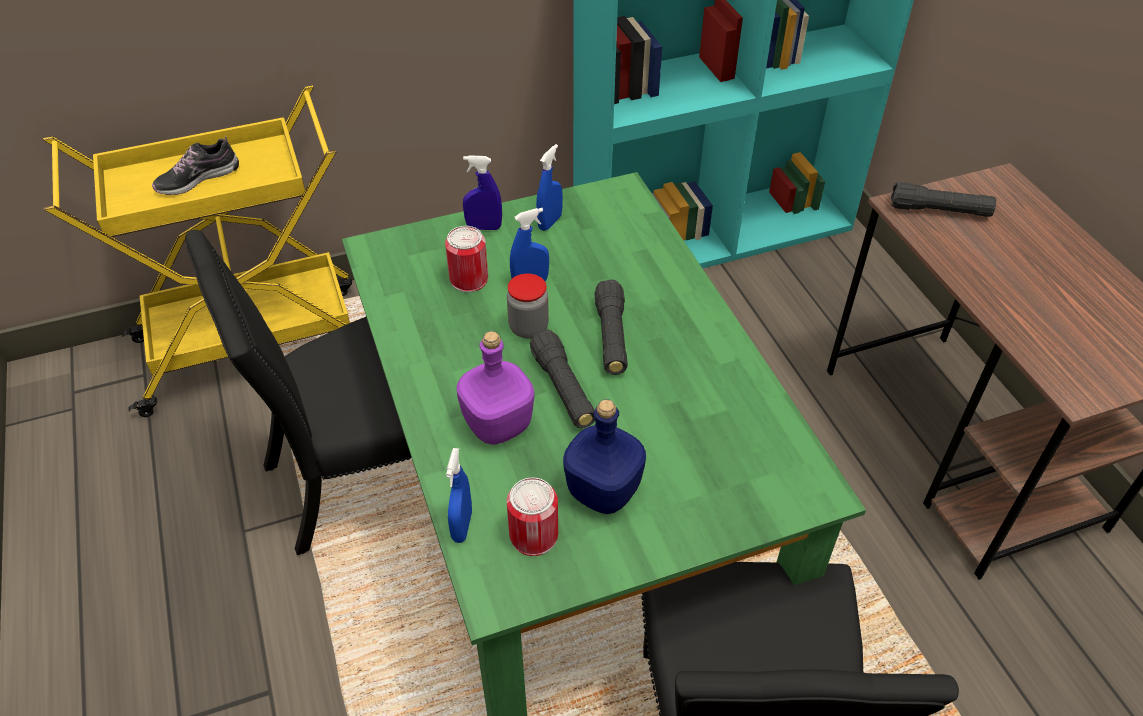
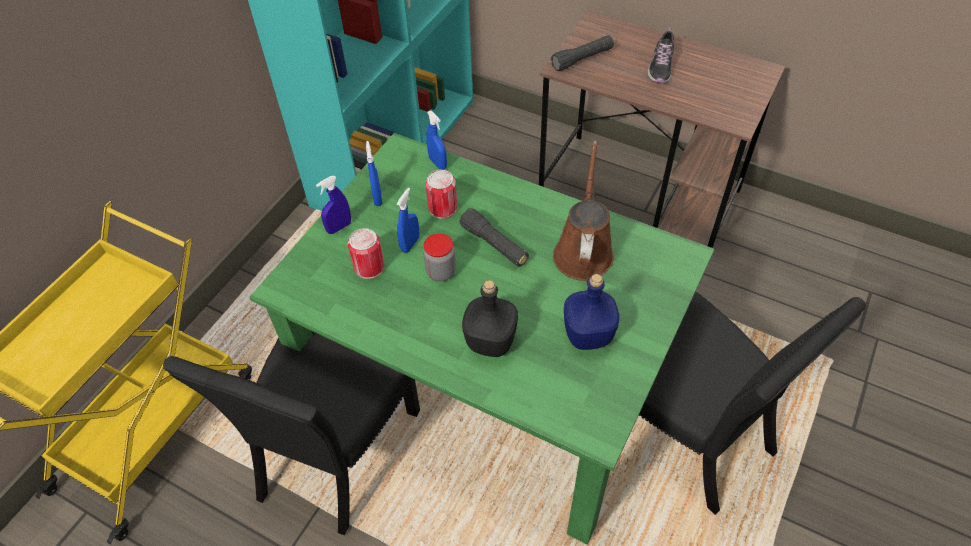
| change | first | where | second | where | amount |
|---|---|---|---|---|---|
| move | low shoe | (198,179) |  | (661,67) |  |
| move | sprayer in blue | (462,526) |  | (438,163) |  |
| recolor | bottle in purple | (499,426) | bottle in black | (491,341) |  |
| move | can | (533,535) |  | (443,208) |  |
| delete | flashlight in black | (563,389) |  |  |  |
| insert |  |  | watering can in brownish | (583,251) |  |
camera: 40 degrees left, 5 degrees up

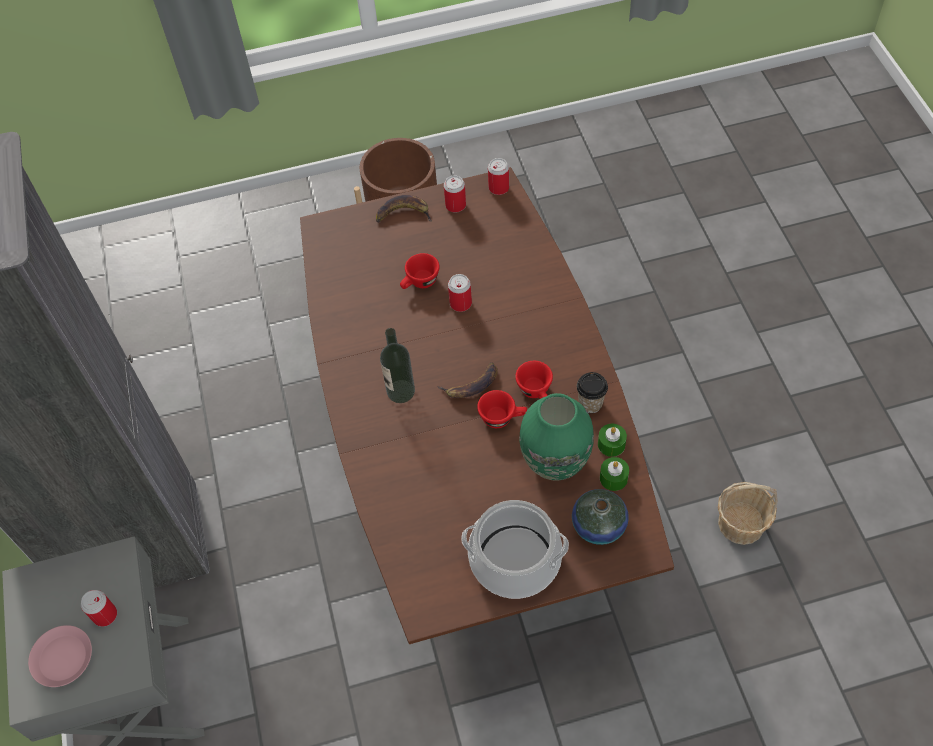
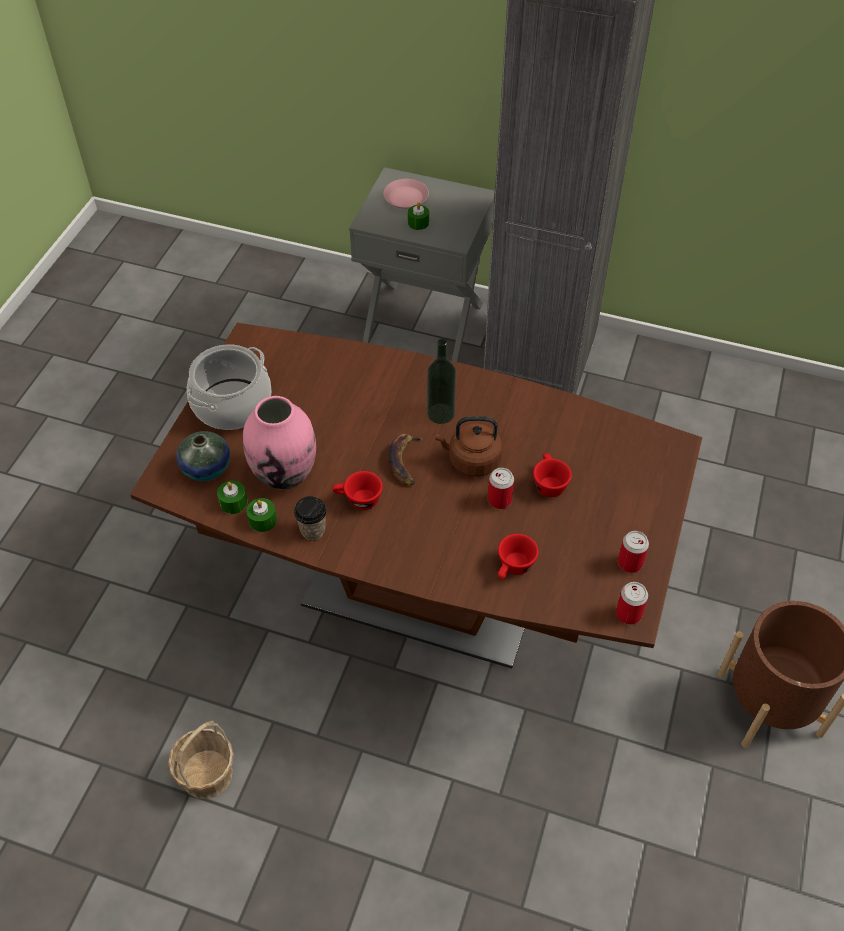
| change | first | where | second | where | amount |
|---|---|---|---|---|---|
| replace | can | (105,615) | wax candle in green-coloured | (418,223) |  |
| delete | banana | (403,213) |  |  |  |
| move | drinking cup in reddish | (502,417) |  | (513,568) |  |
| recolor | decorative vase in green-coloured | (554,461) | decorative vase in pinkish | (285,473) |  |
| insert |  |  | water kettle in brownish | (471,461) |  |
camera: 120 degrees right, 5 degrees down

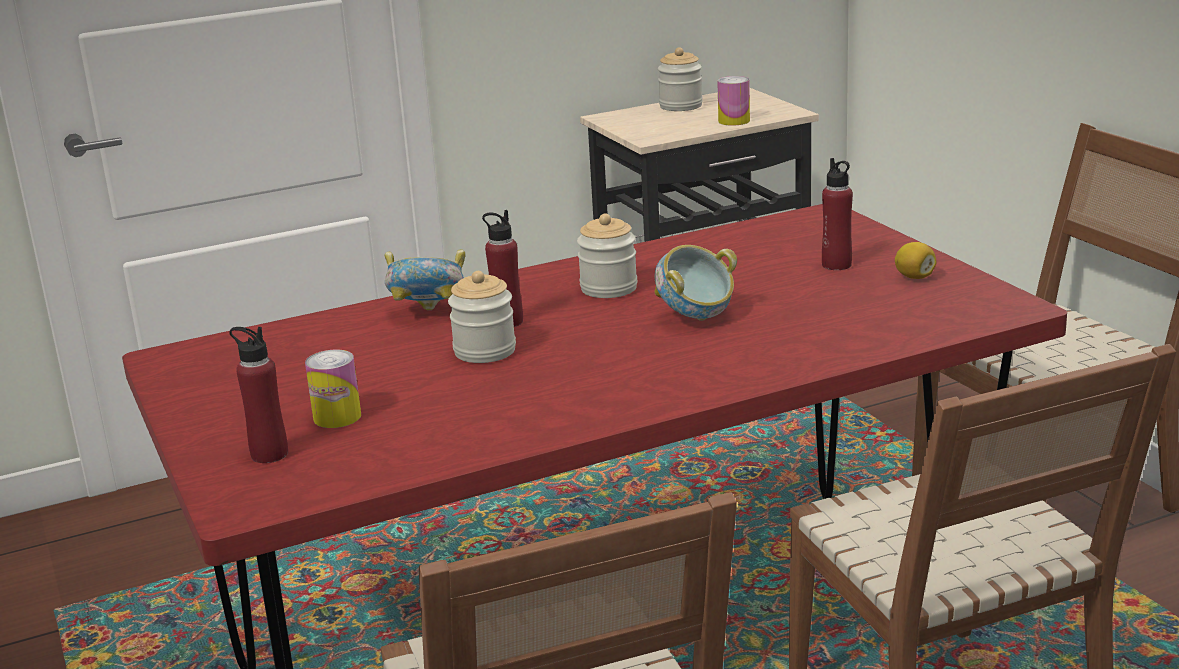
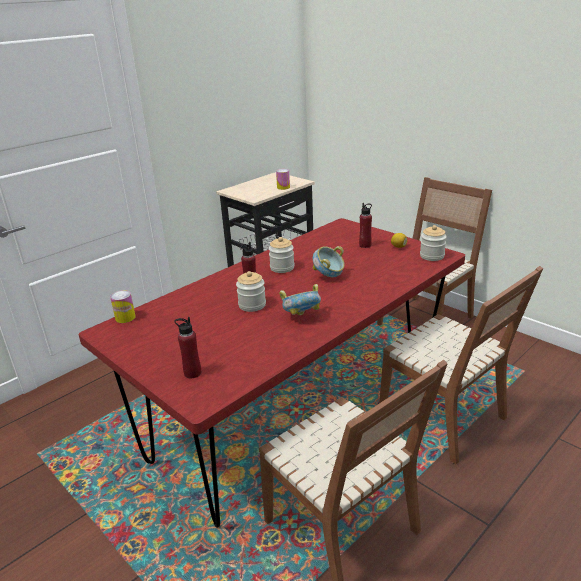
| change | first | where | second | where | amount |
|---|---|---|---|---|---|
| move | can | (337,417) |  | (125,318) |  |
| move | serving bowl | (429,313) |  | (302,316) |  |
| move | storage jar | (681,106) |  | (432,256) |  |
camera: 20 degrees left, 5 degrees up

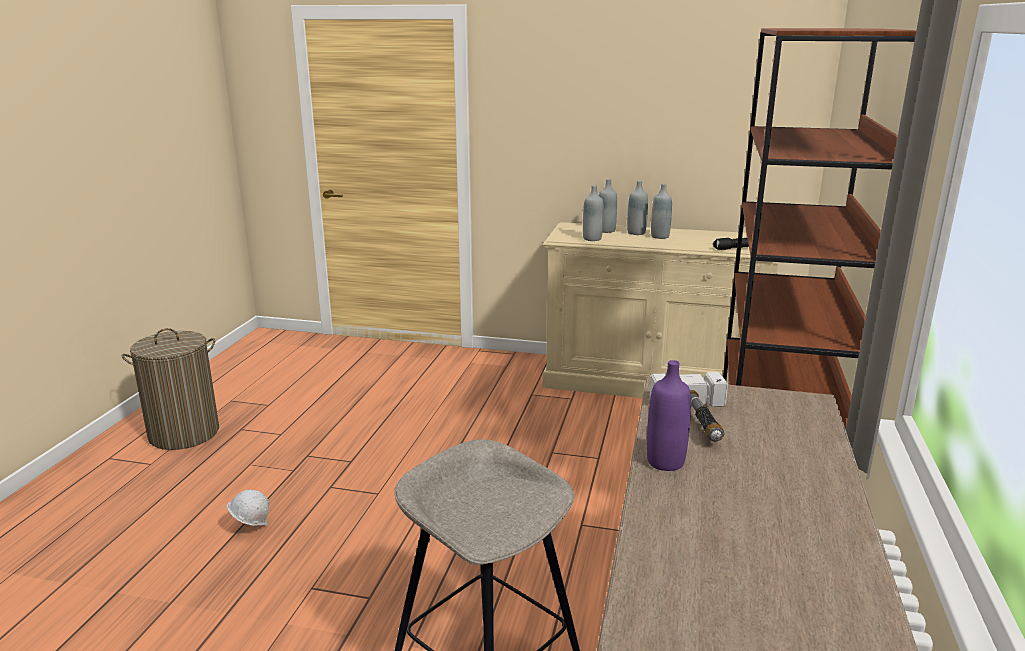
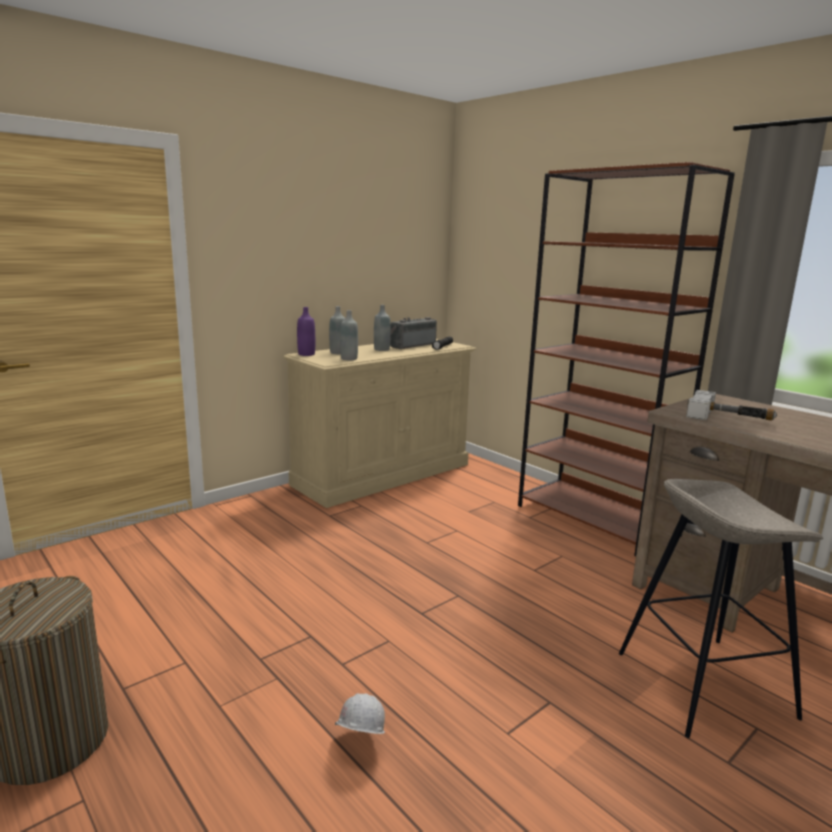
| change | first | where | second | where | amount |
|---|---|---|---|---|---|
| delete | bottle in grey | (636,233) |  |  |  |
| move | bottle in purple | (665,462) |  | (306,354) |  |
| insert |  |  | radio set | (411,345) |  |
camera: 55 degrees left, 5 degrees down

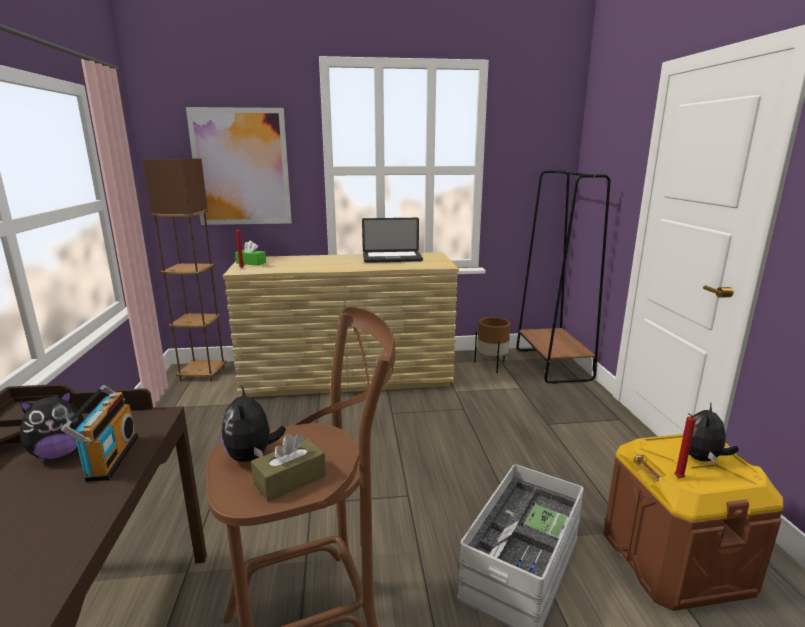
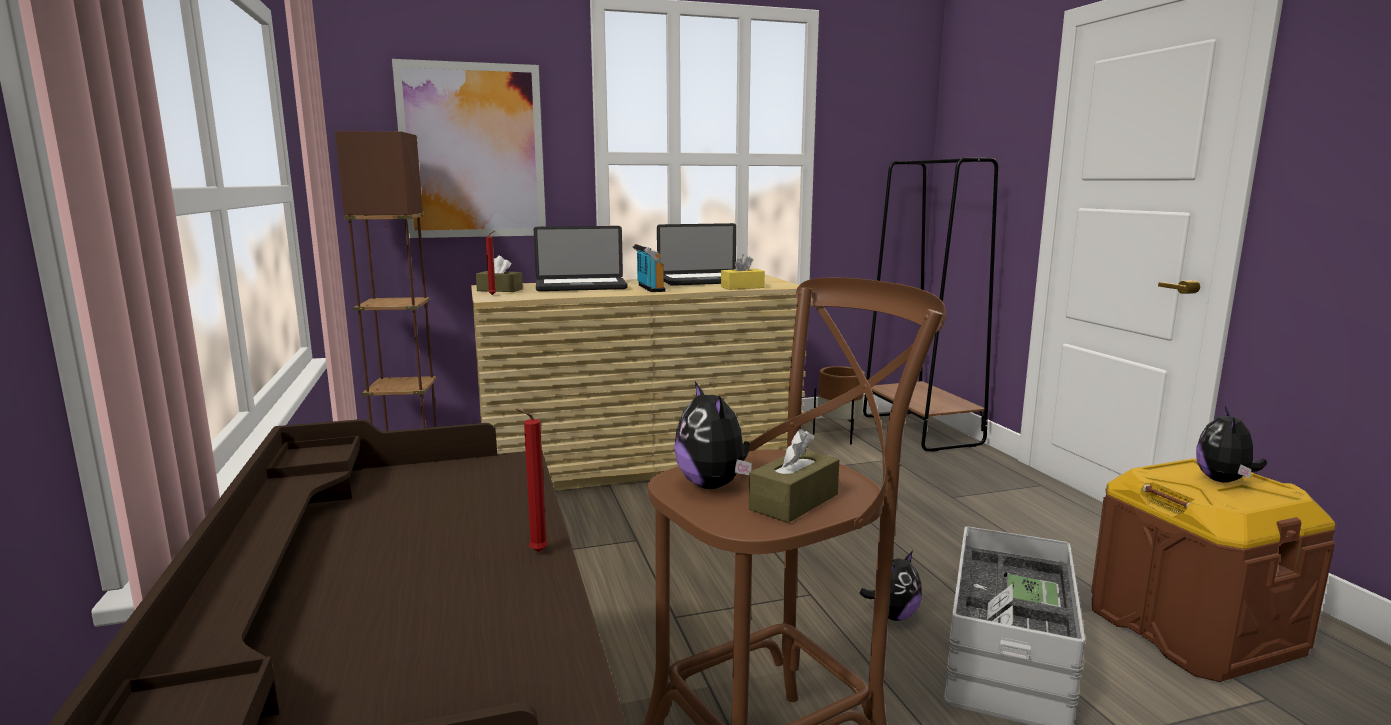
| change | first | where | second | where | amount |
|---|---|---|---|---|---|
| move | soft toy | (60,453) |  | (893,615) |  |
| move | radio set | (109,458) |  | (648,288) |  |
| recolor | tissue holder in green-coloured | (251,263) | tissue holder in brownish | (500,290) |  |
| move | wax candle in reddish | (677,478) |  | (535,553) |  |
| insert |  |  | portable computer | (581,286) |  |
| insert |  |  | tissue holder in yellow-coloured | (742,287) |  |
camera: 10 degrees left, 5 degrees down

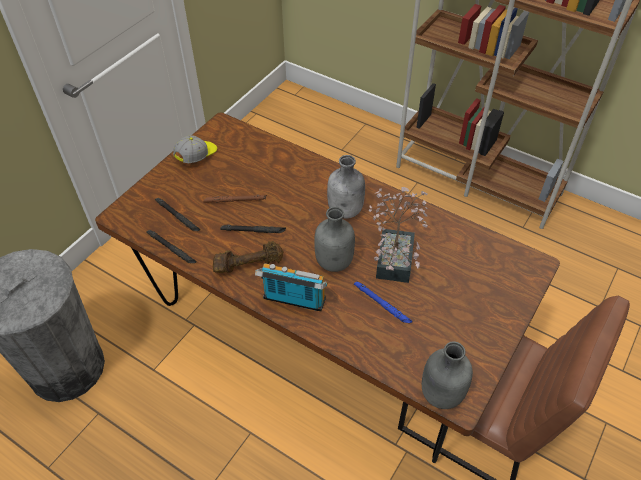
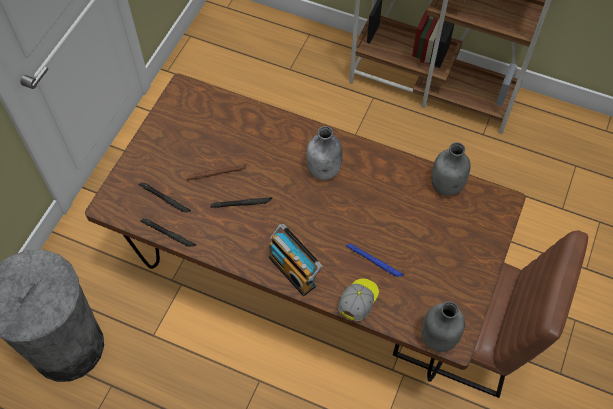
| change | first | where | second | where | amount |
|---|---|---|---|---|---|
| move | baseball cap | (197,156) |  | (358,301) |  |
| delete | dumbbell in brownish | (248,264) |  |  |  |
| rotate | radio set | (293,301) |  | (294,270) | 135 degrees counterclockwise |
| move | bottle in grey | (335,262) |  | (447,185) |  |
| delete | potted plant | (396,255) |  |  |  |
camera: 10 degrees left, 10 degrees up

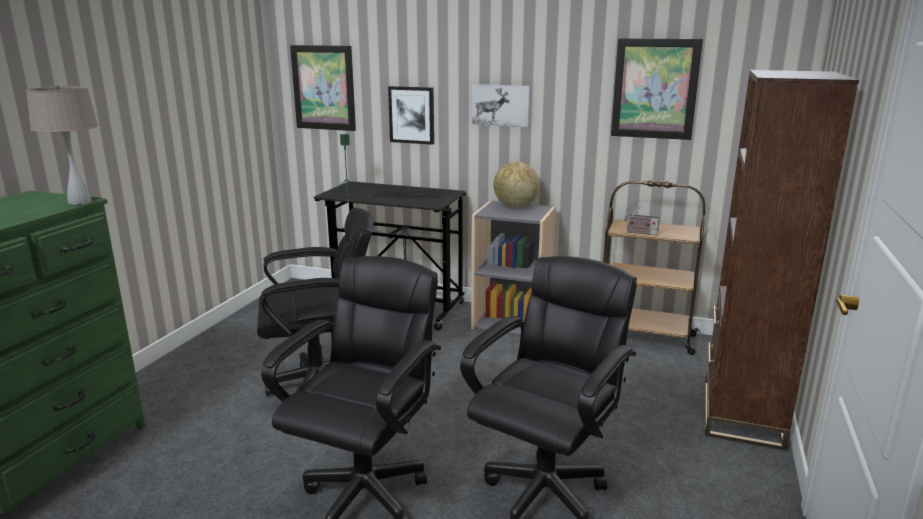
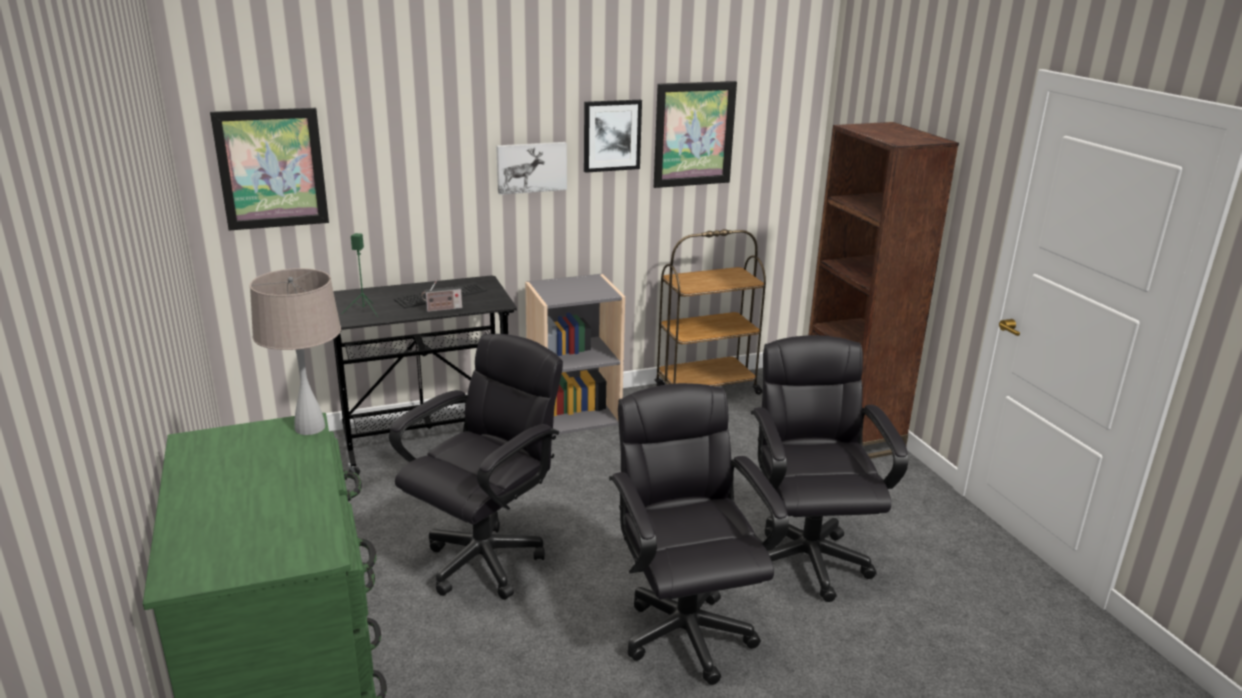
| change | first | where | second | where | amount |
|---|---|---|---|---|---|
| move | wall art | (412,115) |  | (611,135) |  |
| delete | world globe | (515,206) |  |  |  |
| move | radio set | (640,233) |  | (442,309) |  |
camera: 40 degrees left, 5 degrees up

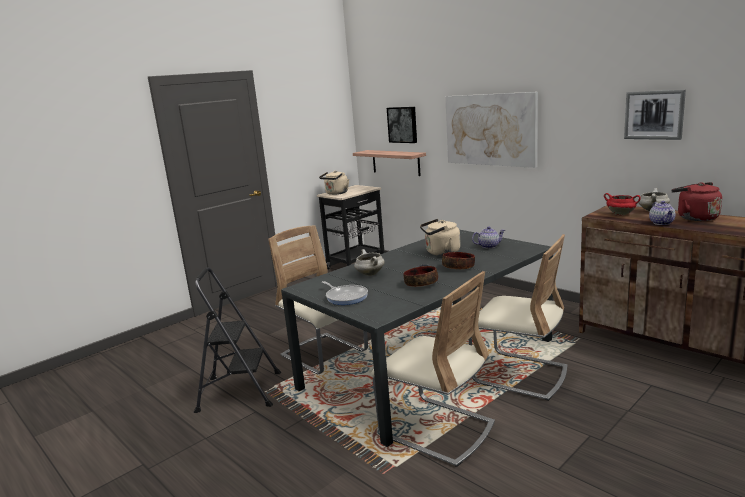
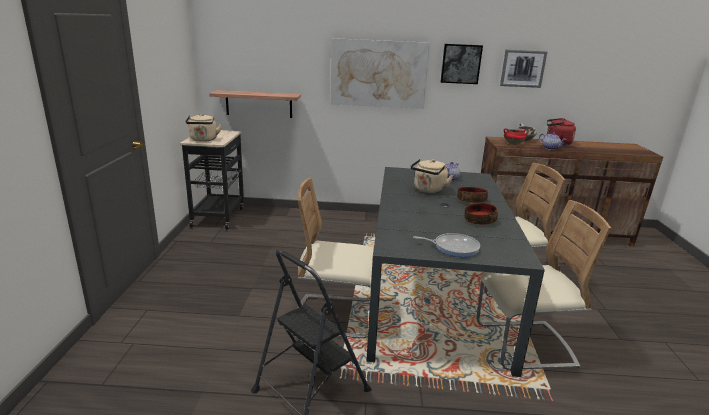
| change | first | where | second | where | amount |
|---|---|---|---|---|---|
| delete | cooking pot in whitish | (369,274) |  |  |  |
| move | wall art | (403,124) |  | (460,64) |  |
camera: 45 degrees left, 5 degrees up

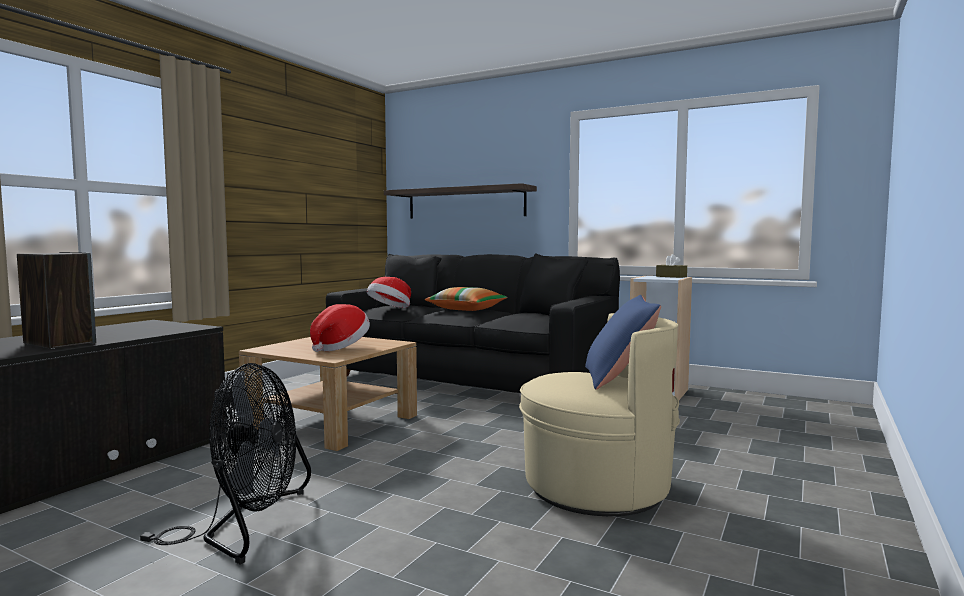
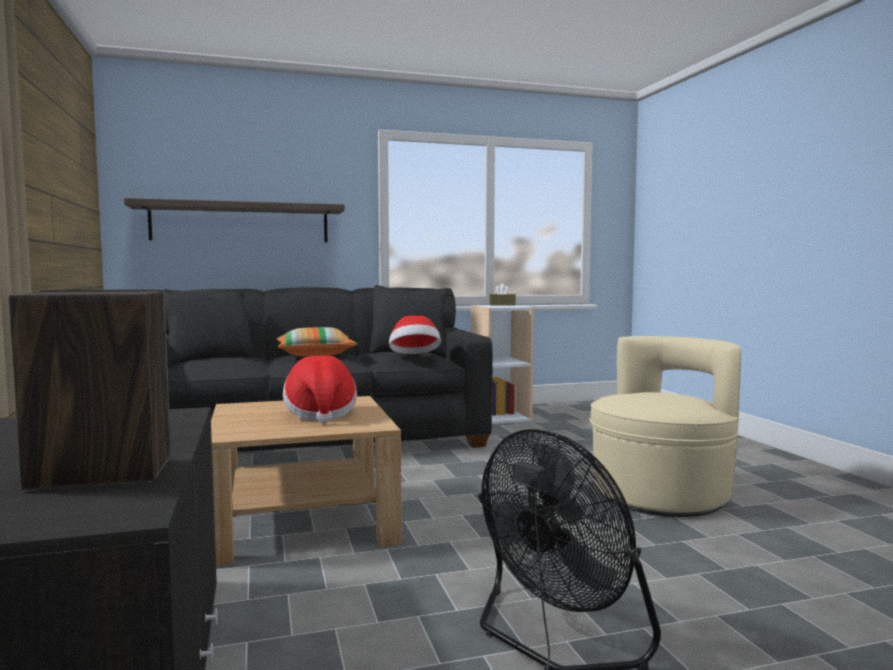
| change | first | where | second | where | amount |
|---|---|---|---|---|---|
| move | hat | (390,309) |  | (414,356) |  |
| delete | pillow in blue | (618,378) |  |  |  |
camera: 45 degrees left, 0 degrees up

